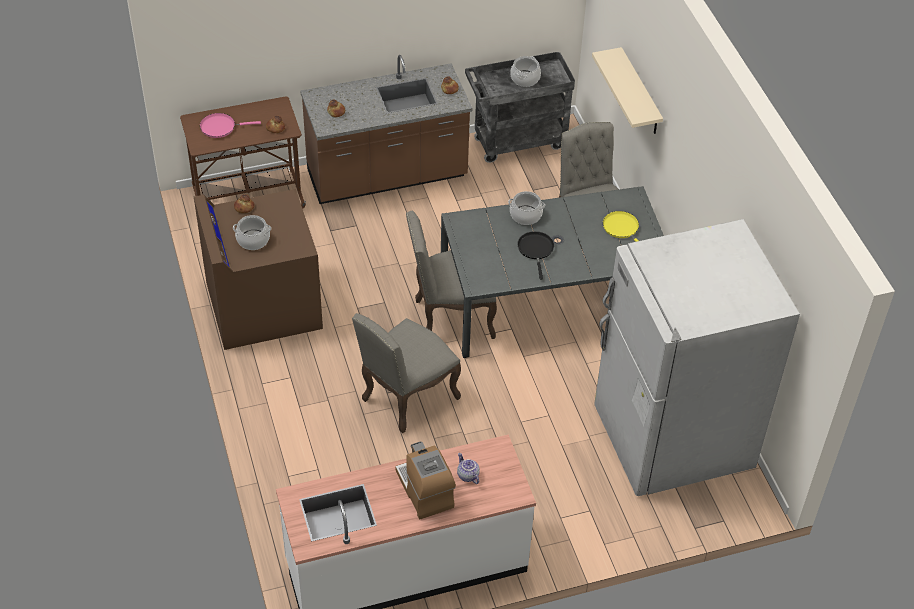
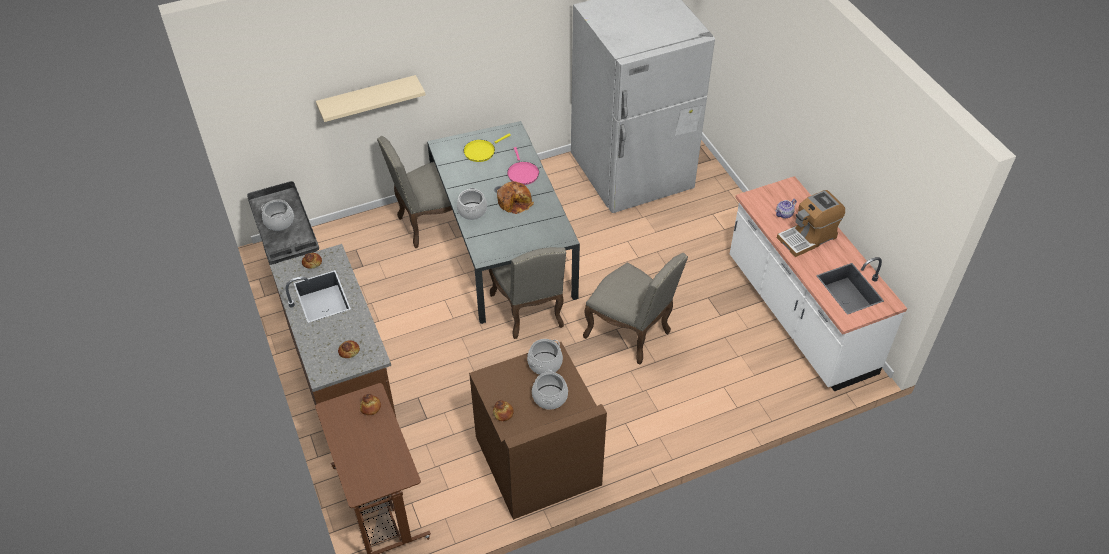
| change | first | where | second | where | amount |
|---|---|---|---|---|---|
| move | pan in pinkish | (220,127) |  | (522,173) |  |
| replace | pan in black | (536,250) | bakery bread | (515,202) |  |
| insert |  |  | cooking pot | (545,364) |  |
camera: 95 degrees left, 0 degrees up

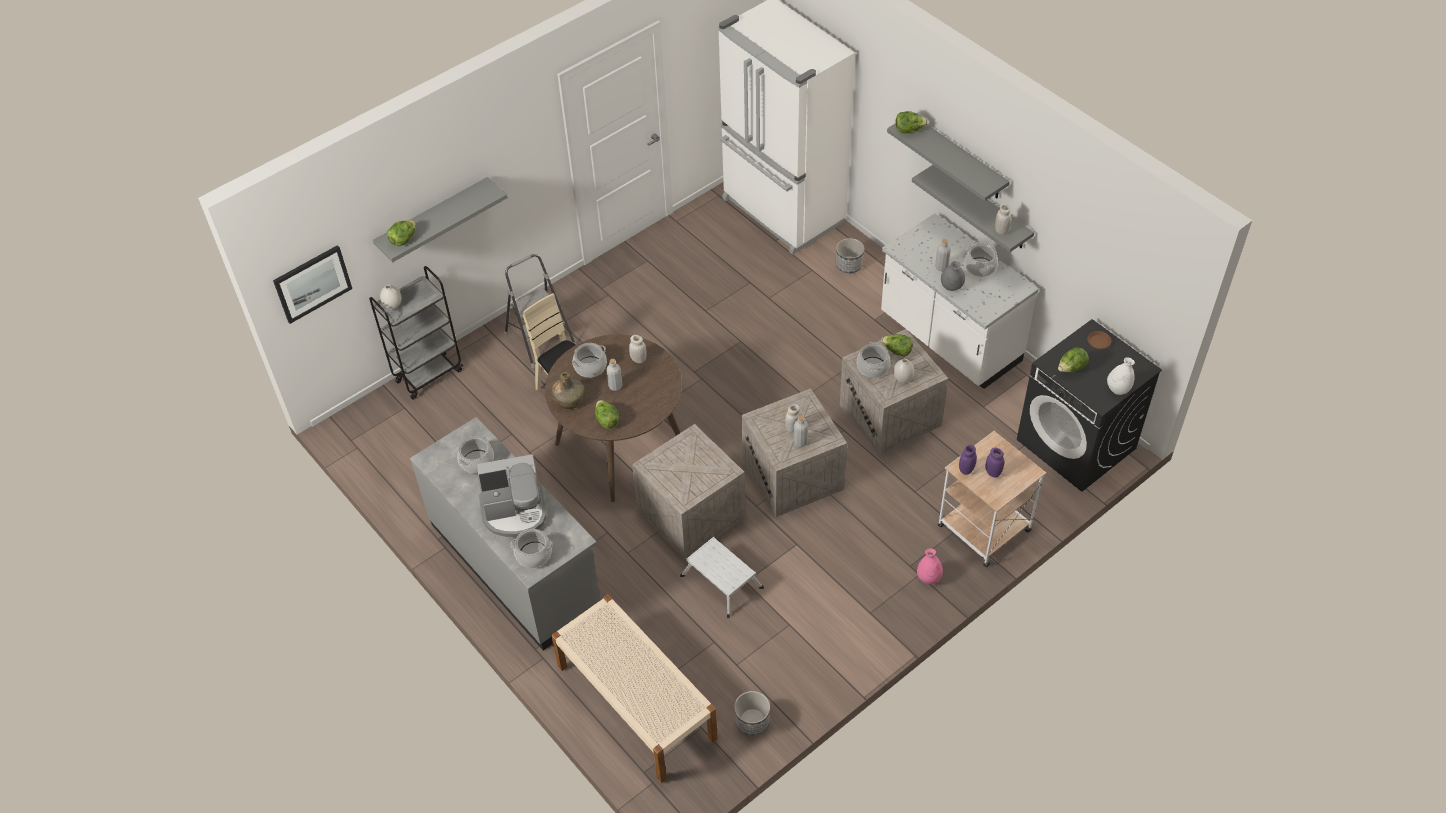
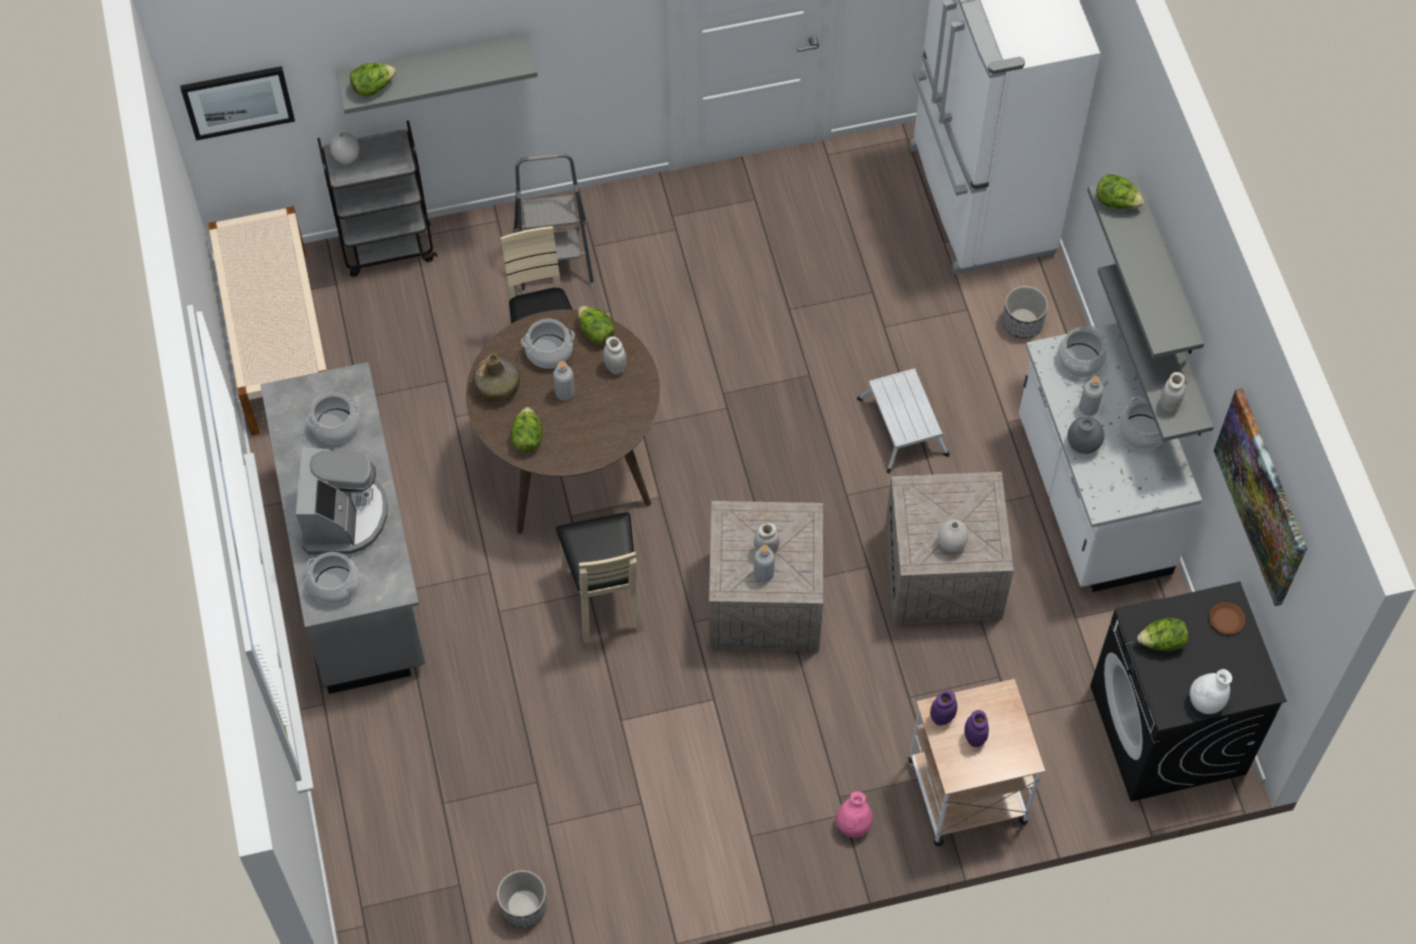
| change | first | where | second | where | amount |
|---|---|---|---|---|---|
| rotate | coffee maker | (515,512) |  | (343,516) | 105 degrees counterclockwise |
| move | bench in sand-coloured | (635,702) |  | (277,341) |  |
| replace | packing crate | (691,515) | chair in sand-coloured | (604,597) |  |
| move | stepladder in whitish | (721,581) |  | (902,426) |  |
| move | cooking pot | (873,367) |  | (1080,360) |  |
| move | lettuce | (897,351) |  | (595,332) |  |
| insert |  |  | wall art | (1262,496) |  |
camera: 25 degrees right, 10 degrees up

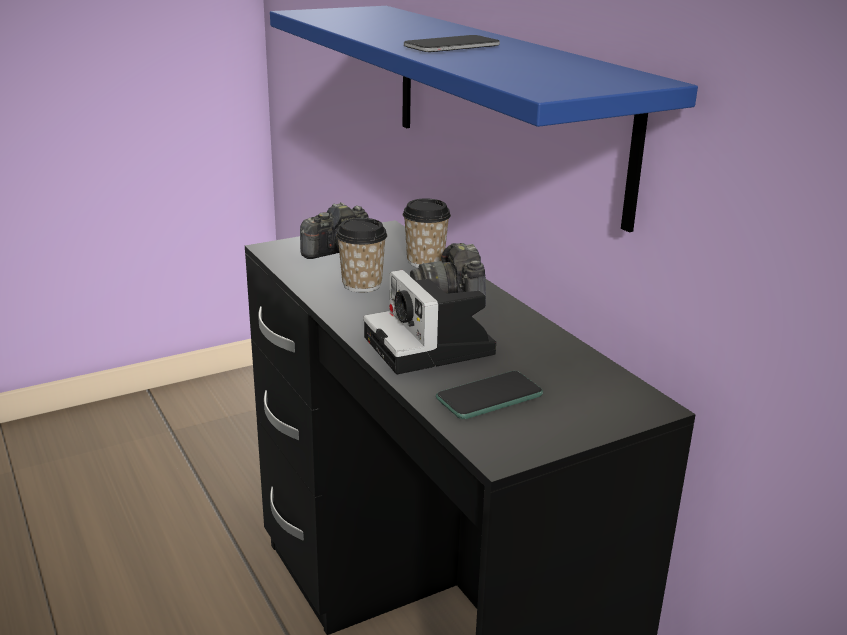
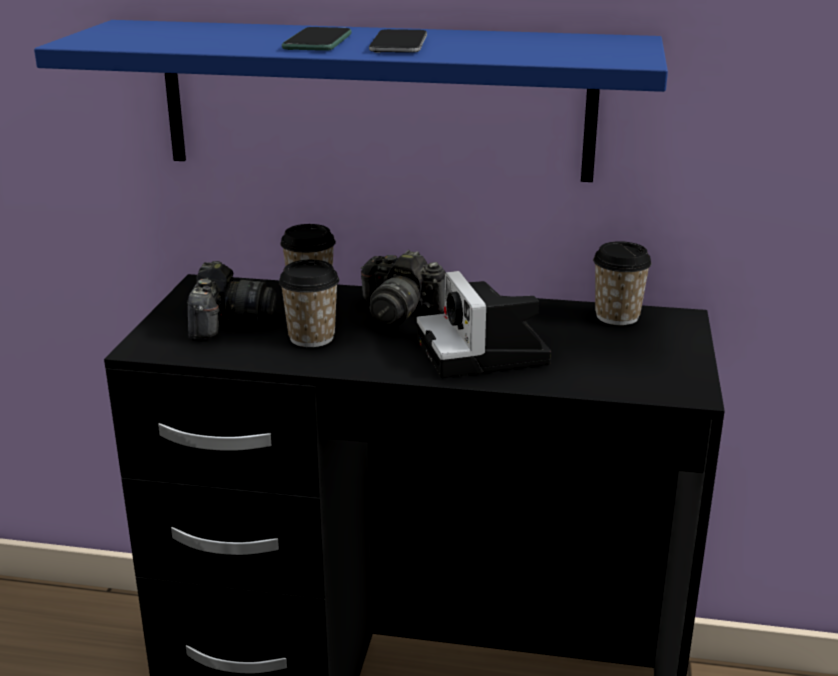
| change | first | where | second | where | amount |
|---|---|---|---|---|---|
| rotate | photo camera | (432,347) |  | (485,353) | 60 degrees clockwise |
| move | telephone | (489,397) |  | (317,42) |  |
| insert |  |  | drinking cup | (617,316) |  |
camera: 50 degrees left, 0 degrees up

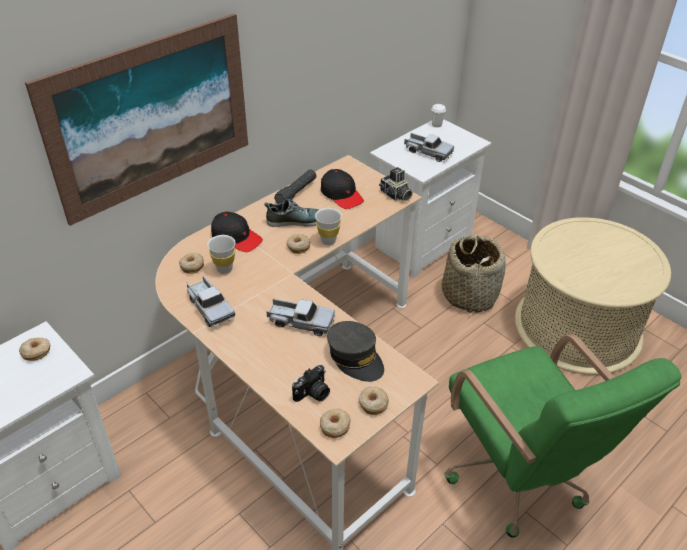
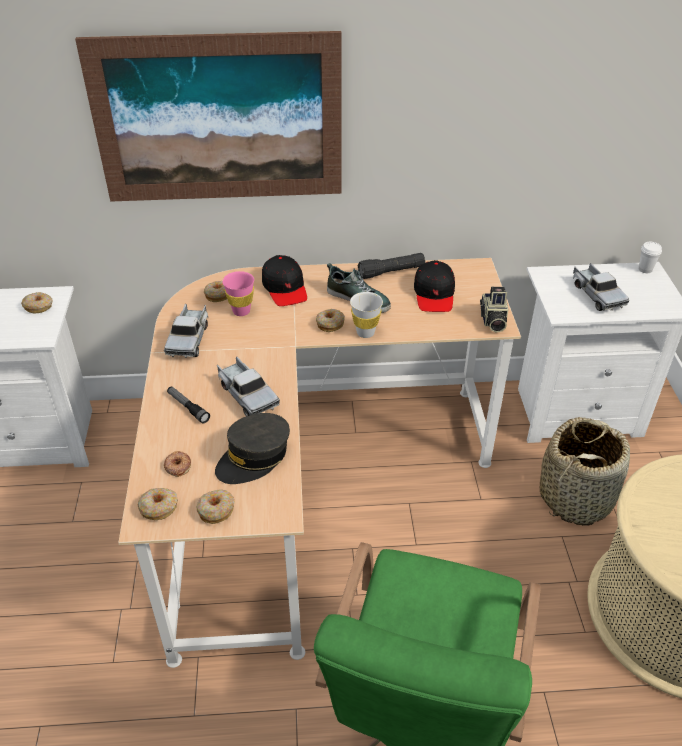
| change | first | where | second | where | amount |
|---|---|---|---|---|---|
| recolor | drinking cup in whitish | (224,269) | drinking cup in pinkish | (241,311) |  |
| replace | photo camera | (313,394) | donut | (177,466) |  |
| rotate | baseball cap in grey | (355,358) |  | (254,457) | 45 degrees clockwise |
| insert |  |  | flashlight | (188,407) |  |
camera: 40 degrees right, 0 degrees up

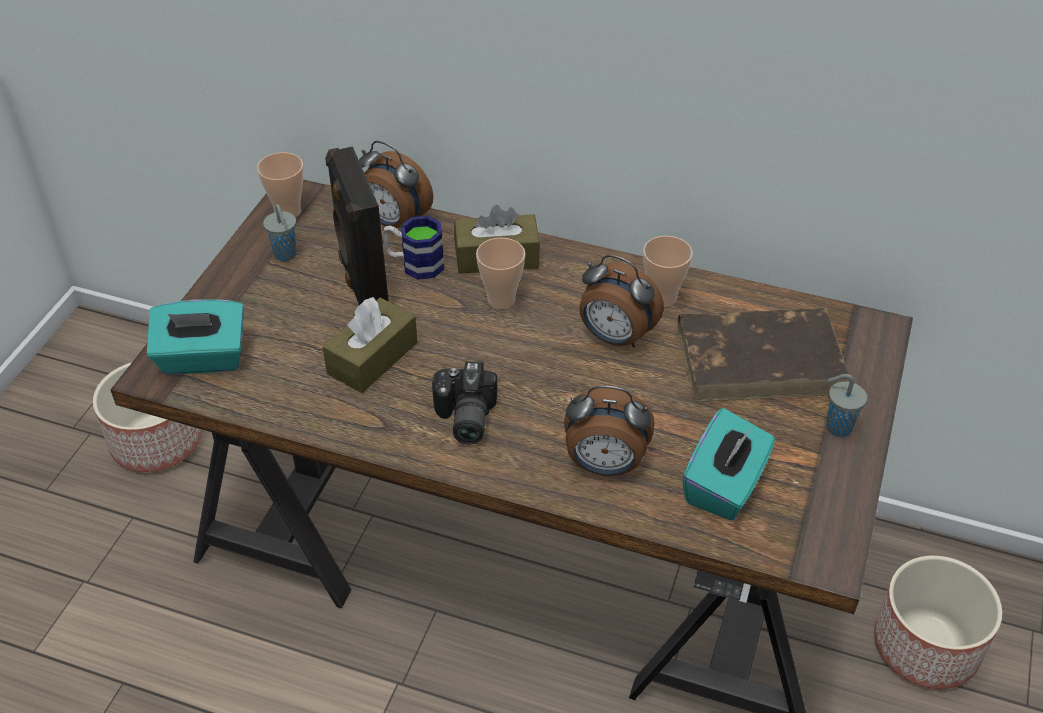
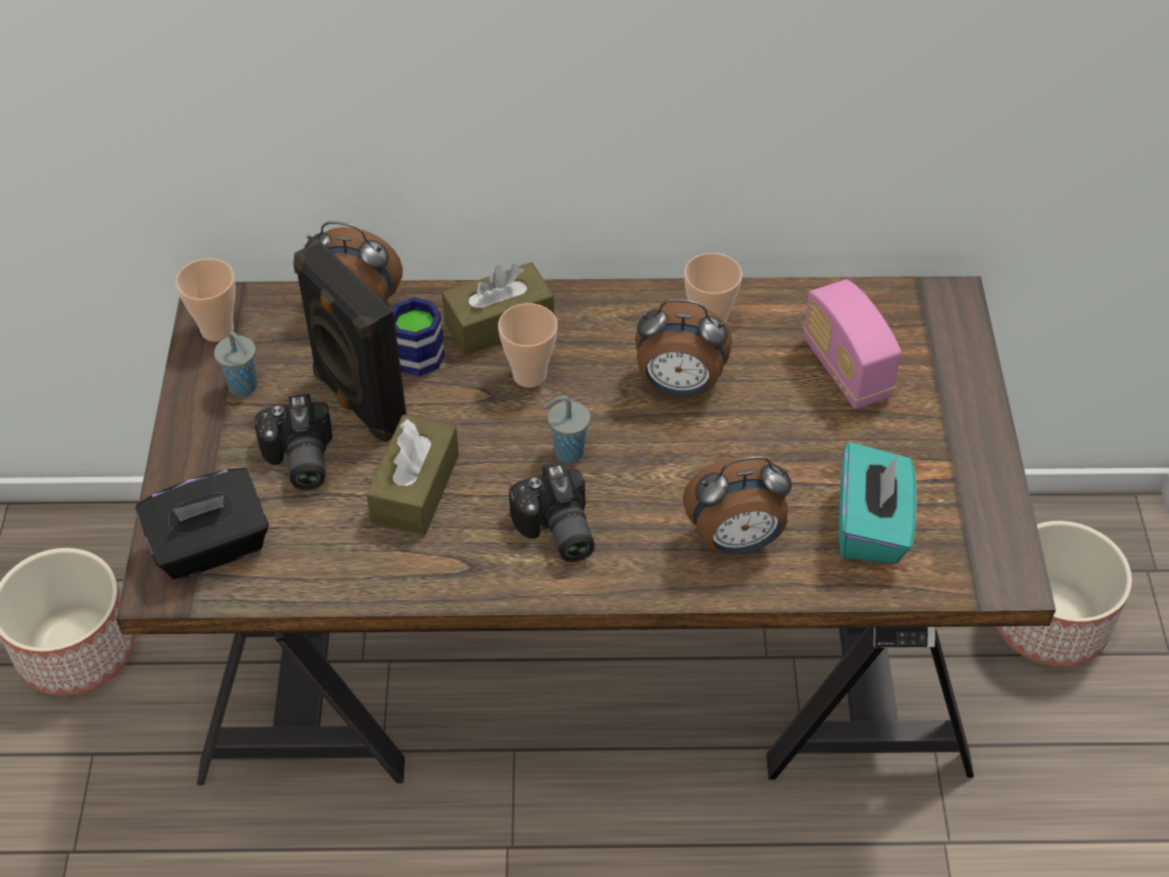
| change | first | where | second | where | amount |
|---|---|---|---|---|---|
| recolor | tissue holder in blue-green | (202,359) | tissue holder in black | (211,547) |  |
| replace | book in brownish | (760,359) | radio set | (845,369) |  |
| move | drinking cup in grey | (837,427) |  | (567,452) |  |
| insert |  |  | photo camera | (297,461) |  |
camera: 20 degrees left, 5 degrees up

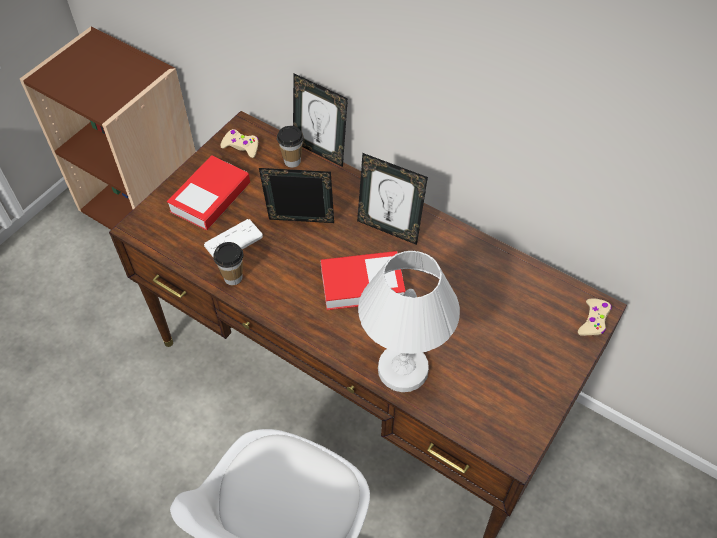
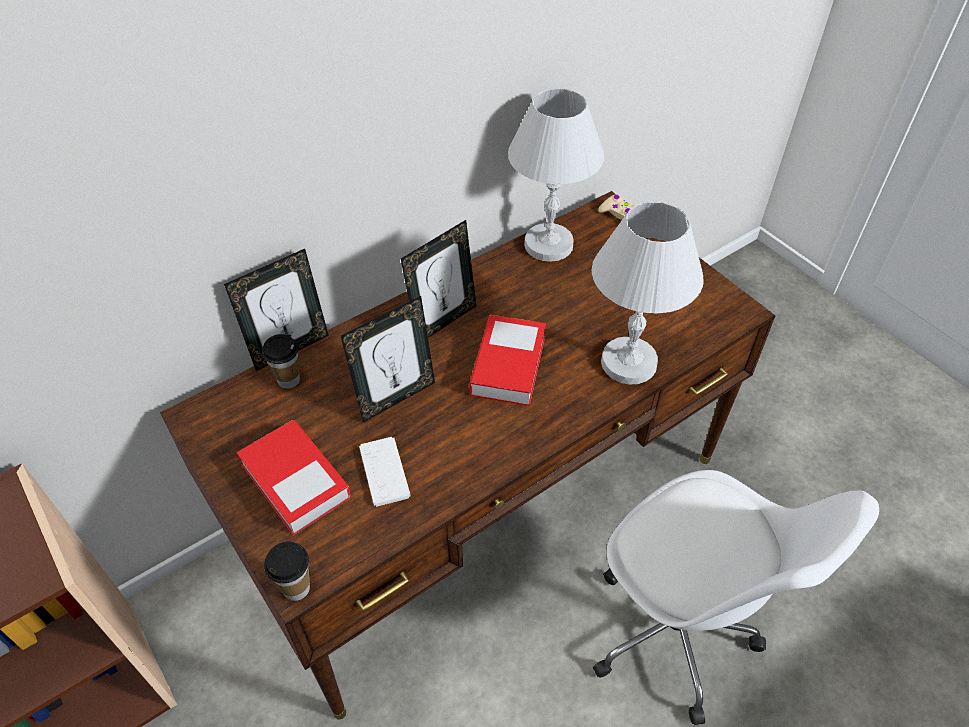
| change | first | where | second | where | amount |
|---|---|---|---|---|---|
| move | drinking cup | (233,277) |  | (296,588) |  |
| delete | gamepad in sand-coloured | (241,147) |  |  |  |
| rotate | standing frame | (301,225) |  | (395,397) | 150 degrees counterclockwise |
| insert |  |  | table lamp in whitish | (548,244) |  |
camera: 70 degrees left, 5 degrees down

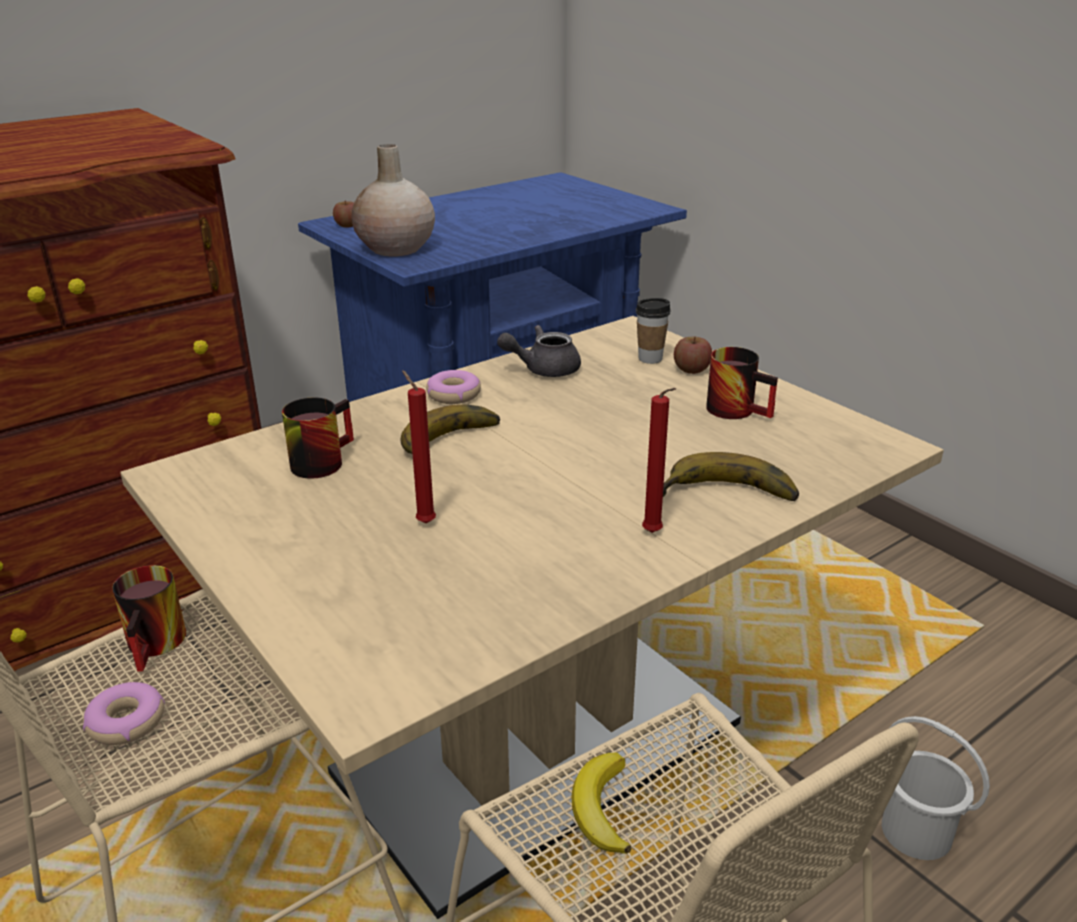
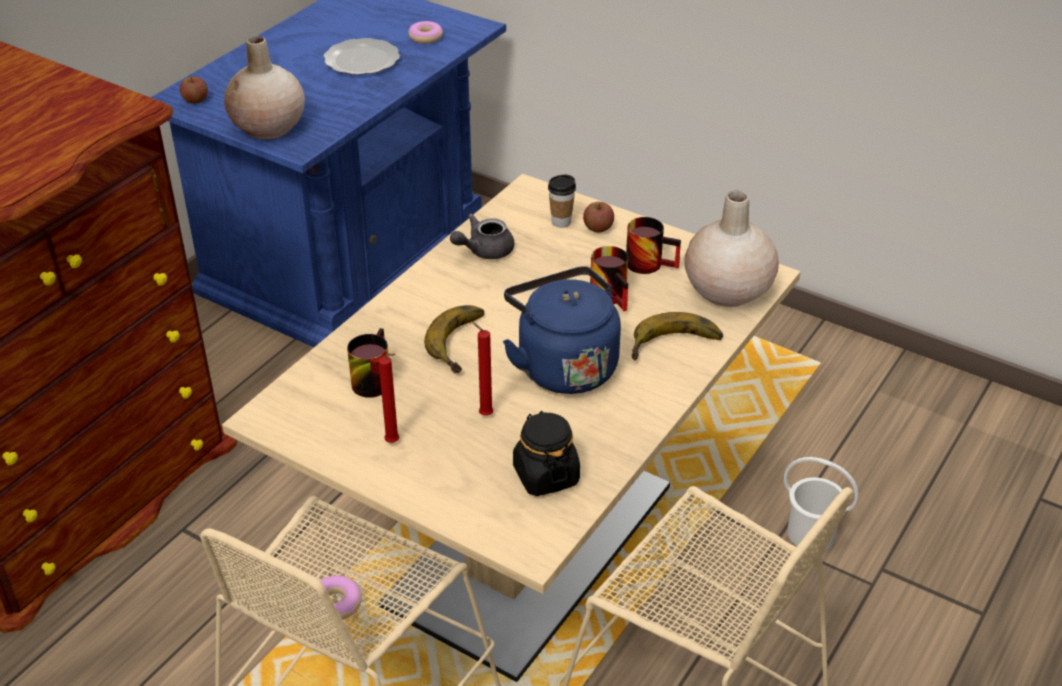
| change | first | where | second | where | amount |
|---|---|---|---|---|---|
| move | mug | (159,644) |  | (614,296) |  |
| move | donut | (453,395) |  | (425,37) |  |
| delete | banana | (601,807) |  |  |  |
| move | wax candle in reddish | (654,534) |  | (394,443) |  |
| insert |  |  | flat dish | (362,61) |  |
| insert |  |  | water kettle in blue | (563,365) |  |
| insert |  |  | storage jar in black | (545,475) |  |
| insert |  |  | decorative vase in sand-coloured | (727,291) |  |
camera: 20 degrees left, 10 degrees up

